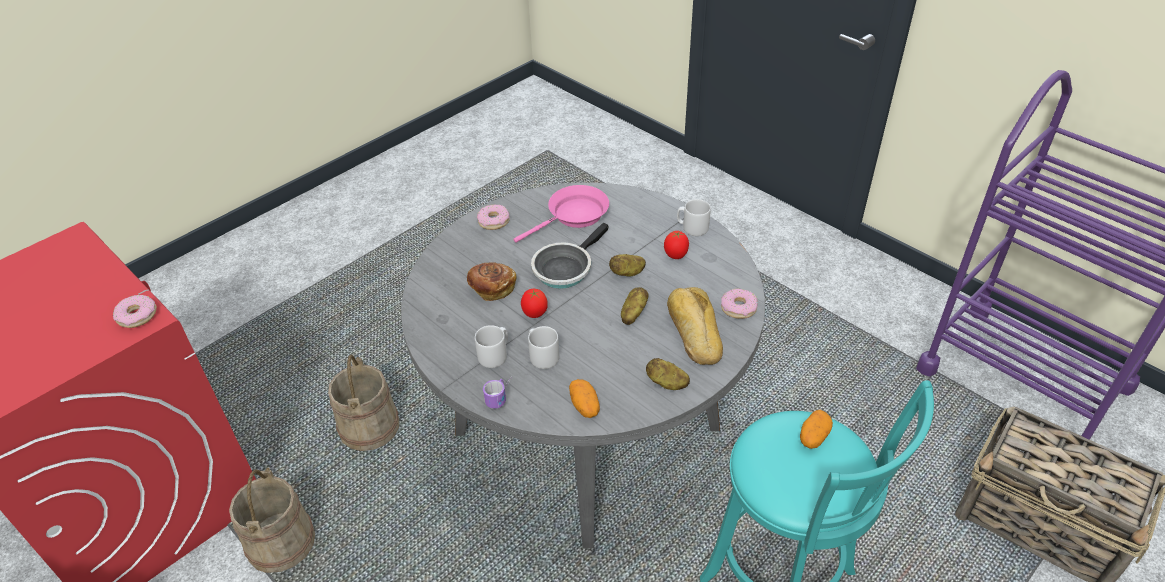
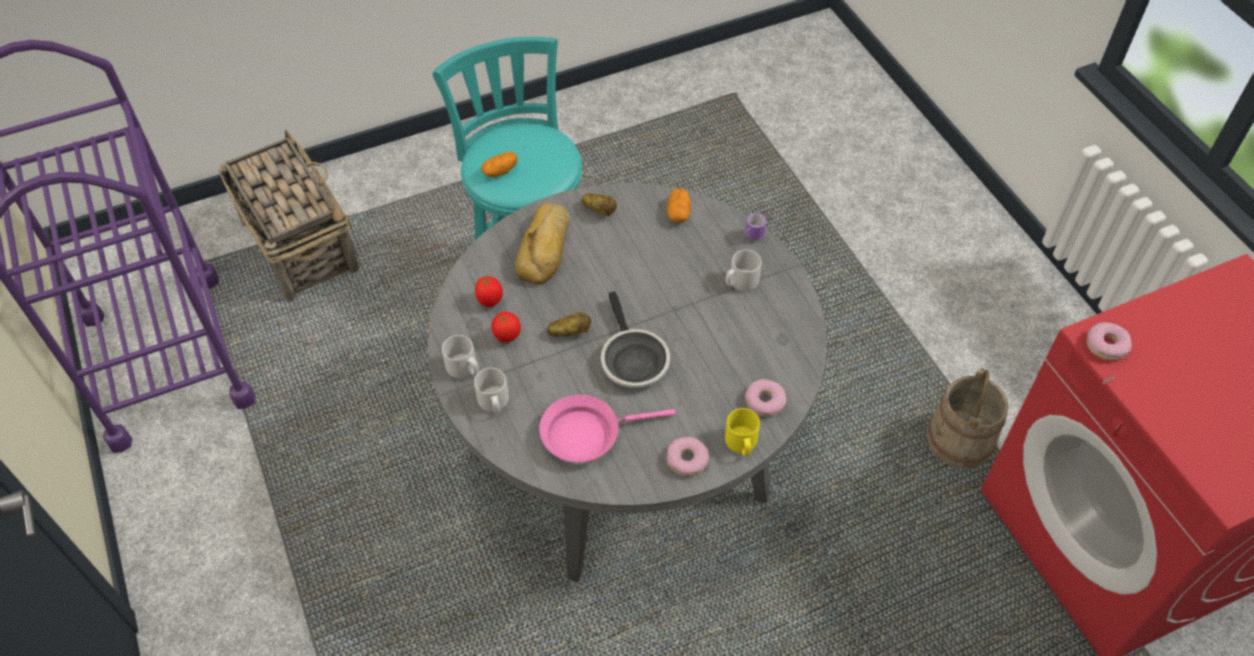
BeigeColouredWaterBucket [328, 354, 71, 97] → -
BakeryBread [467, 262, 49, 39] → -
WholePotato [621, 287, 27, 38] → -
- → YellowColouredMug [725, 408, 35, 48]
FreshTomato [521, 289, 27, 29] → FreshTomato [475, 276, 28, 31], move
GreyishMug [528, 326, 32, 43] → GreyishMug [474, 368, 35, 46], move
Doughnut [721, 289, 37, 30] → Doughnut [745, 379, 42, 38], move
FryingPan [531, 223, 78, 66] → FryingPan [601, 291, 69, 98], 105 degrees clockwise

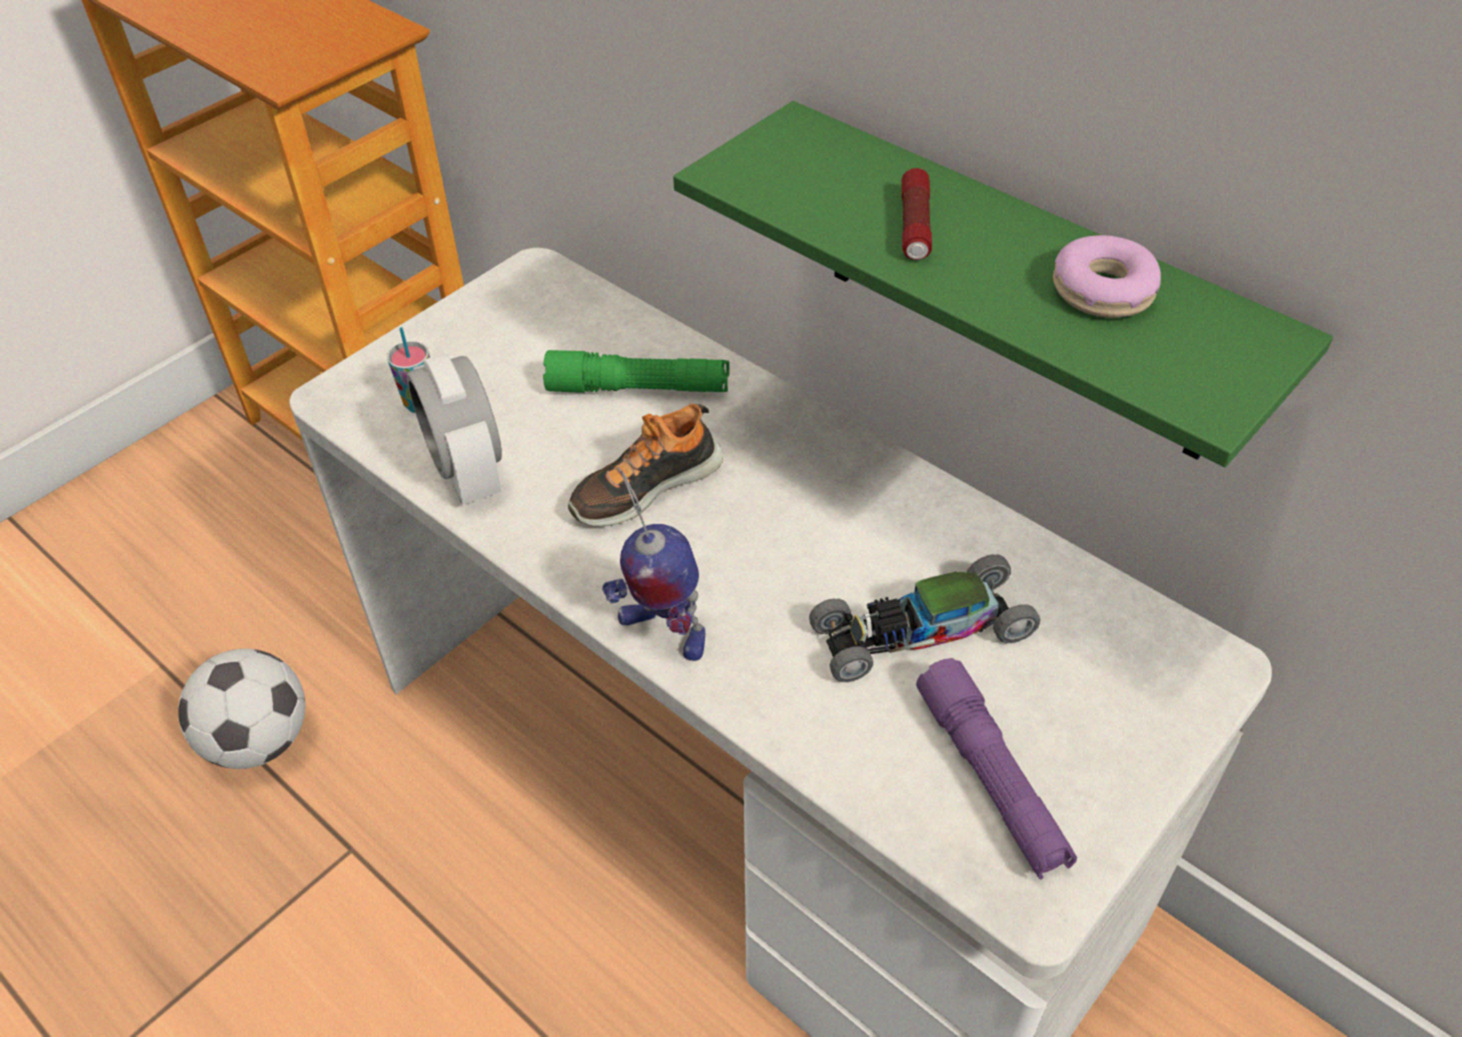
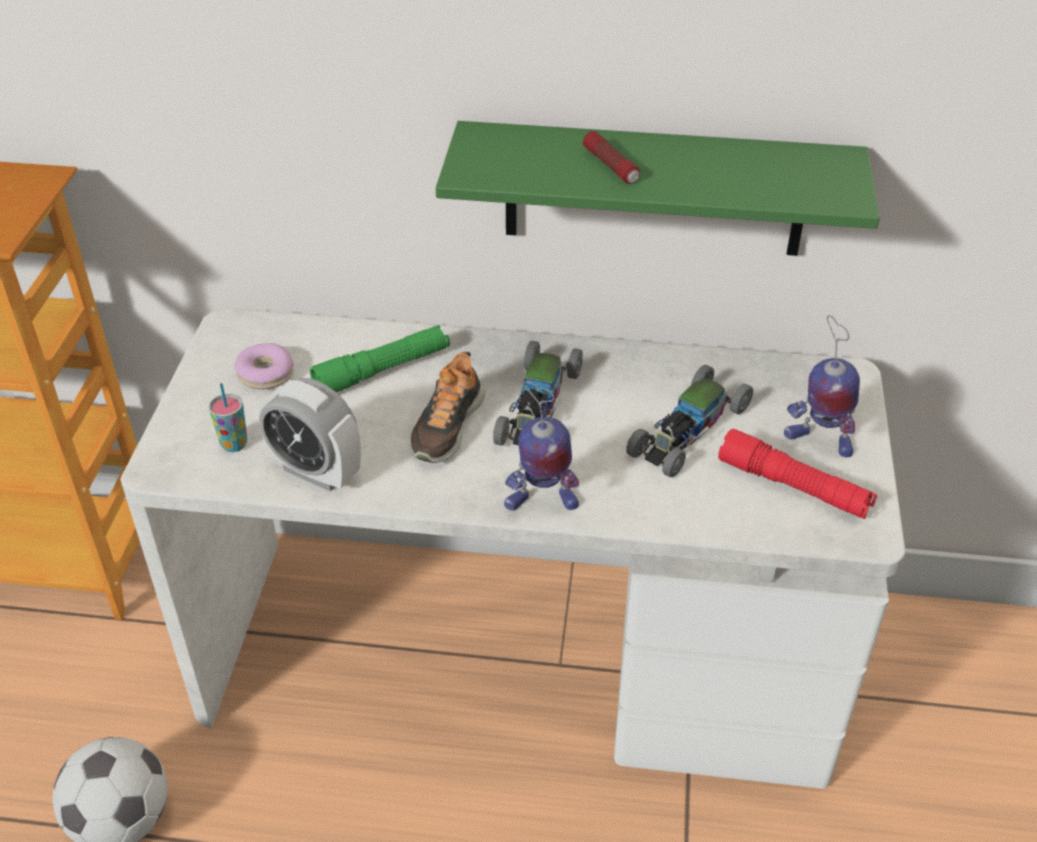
- → MiniatureCar [493, 341, 90, 104]
- → RobotFigure [784, 315, 76, 142]
Doughnut [1053, 235, 108, 83] → Doughnut [234, 343, 60, 47], move
PurpleHandTorch [916, 658, 161, 222] → ReddishHandTorch [718, 429, 159, 90]

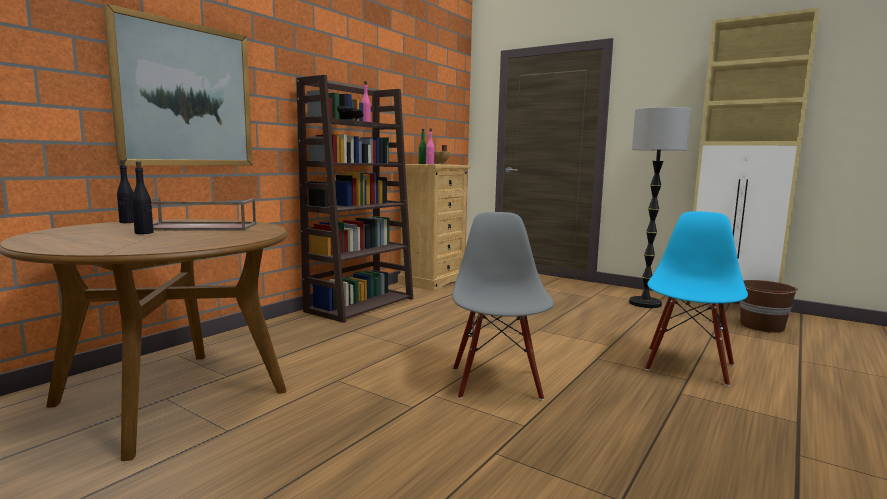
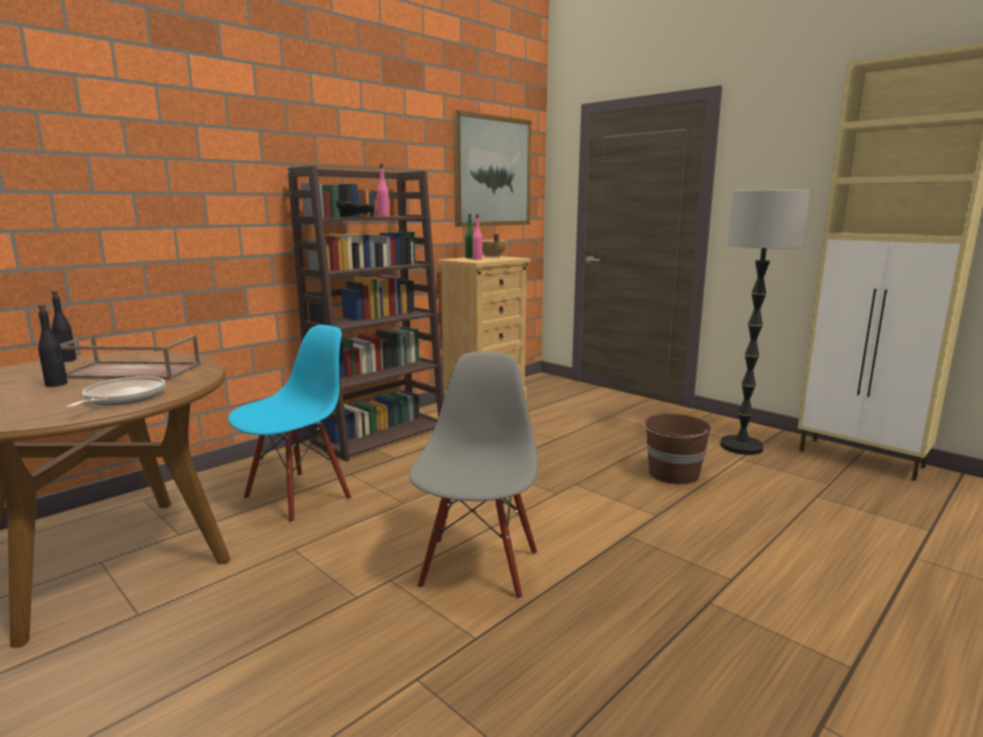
- → FryingPan [66, 376, 99, 32]
WallPicture [103, 4, 149, 161] → WallPicture [453, 110, 79, 117], move
BlueColouredChair [645, 211, 103, 175] → BlueColouredChair [228, 325, 123, 198], move
BrownWaterBucket [739, 280, 59, 52] → BrownWaterBucket [642, 414, 70, 71], move

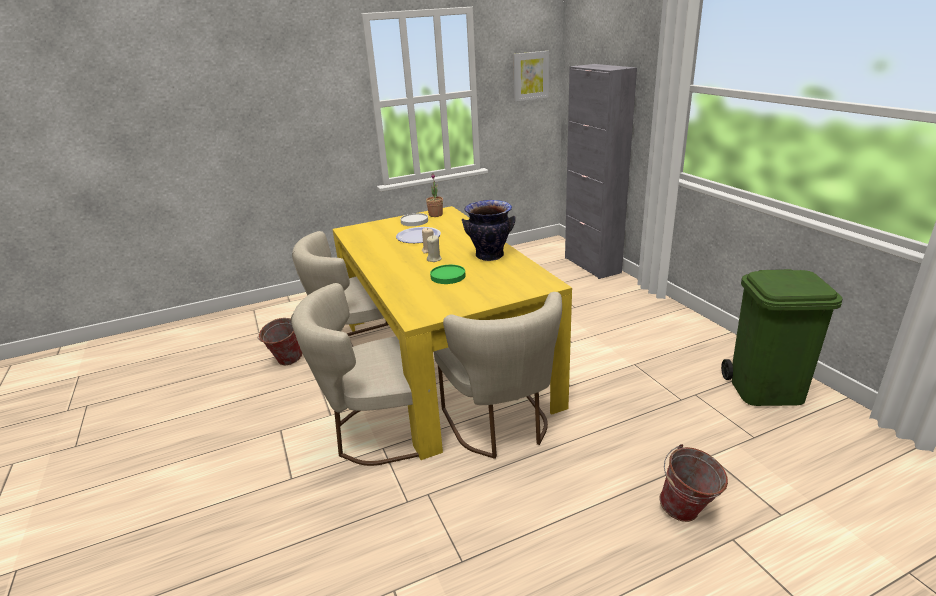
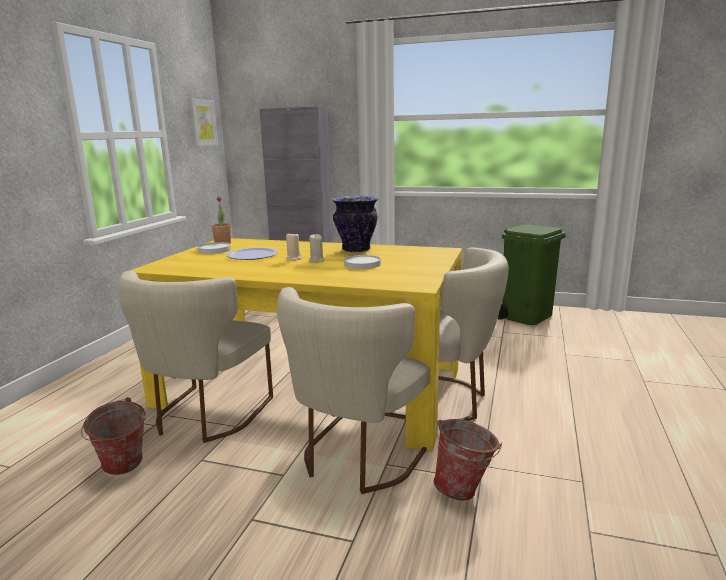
WaterBucket [659, 444, 69, 78] → WaterBucket [434, 419, 68, 81], move
GreenFlatDish [430, 265, 36, 19] → WhiteColouredFlatDish [344, 255, 37, 14]

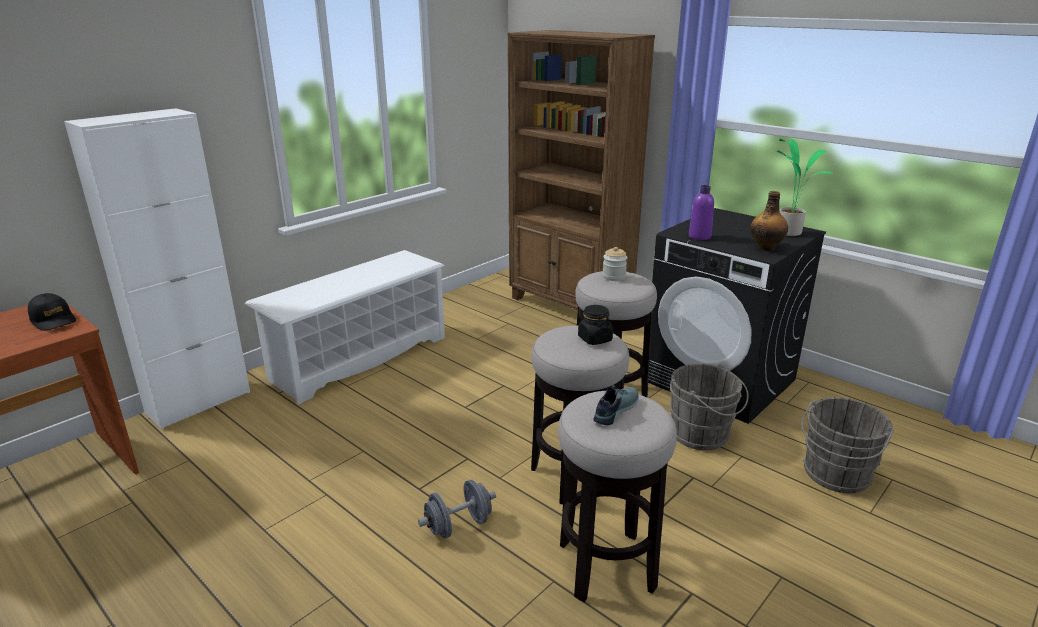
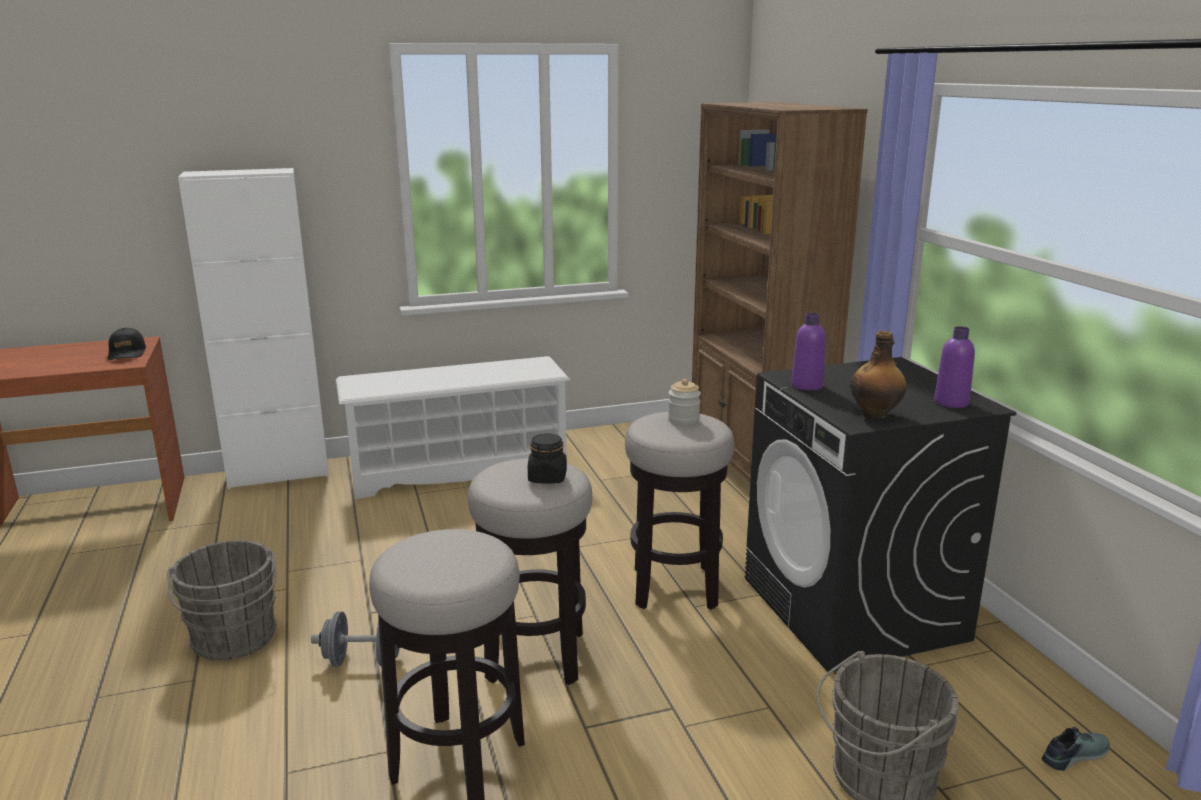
ItemOfFootwear [593, 385, 46, 40] → ItemOfFootwear [1042, 726, 68, 45], move
GreyishWaterBucket [670, 364, 79, 86] → GreyishWaterBucket [167, 540, 110, 121], move
PottedPlant [777, 139, 56, 97] → PurpleDrinkBottle [934, 326, 41, 82]

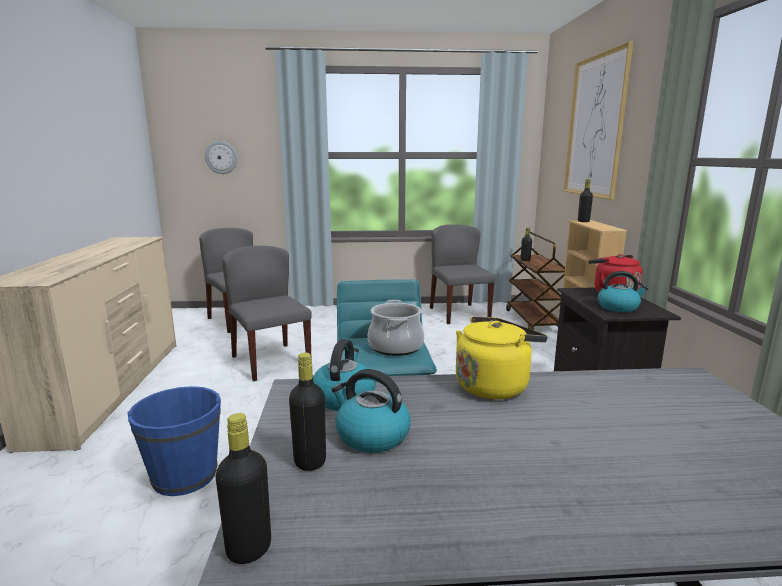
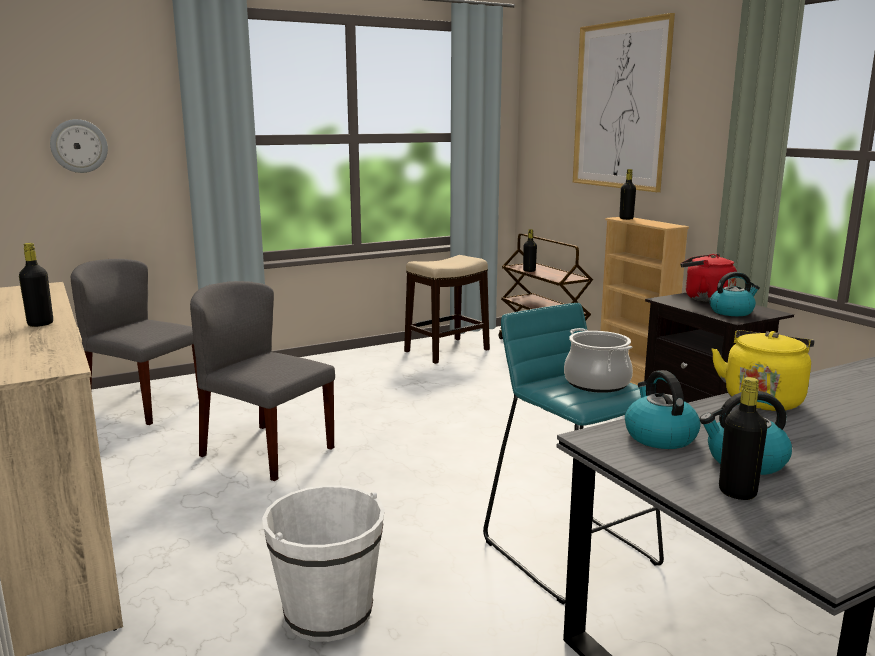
BlackColouredDrinkBottle [215, 413, 56, 151] → BlackColouredDrinkBottle [19, 243, 34, 84], move
GreyishChair [430, 224, 66, 100] → StoolSeat [404, 255, 86, 109]
BlueColouredWaterBucket [127, 386, 94, 110] → WhiteColouredWaterBucket [262, 485, 123, 157]

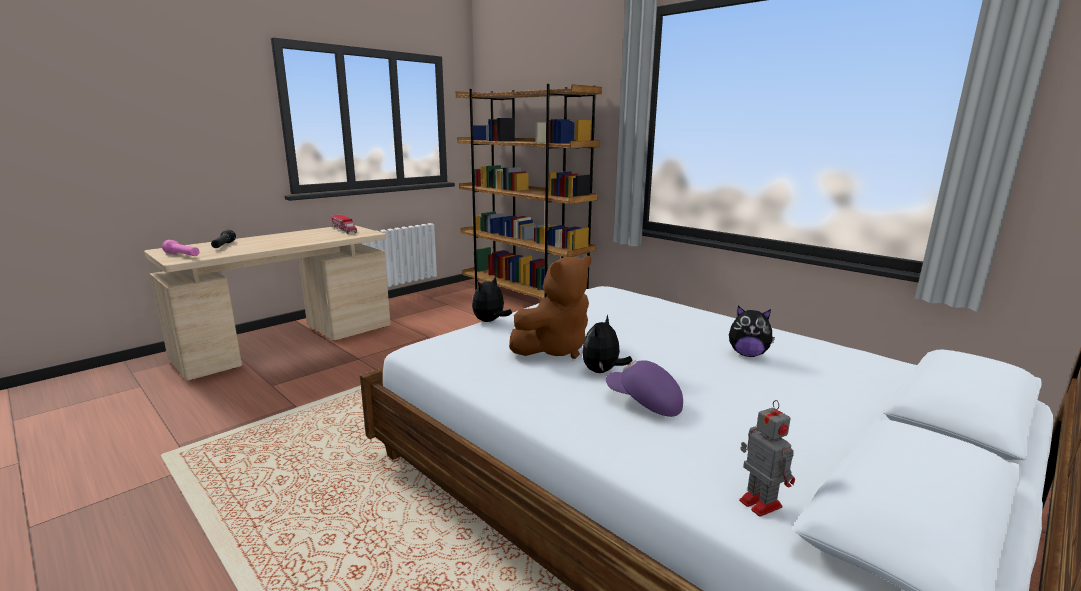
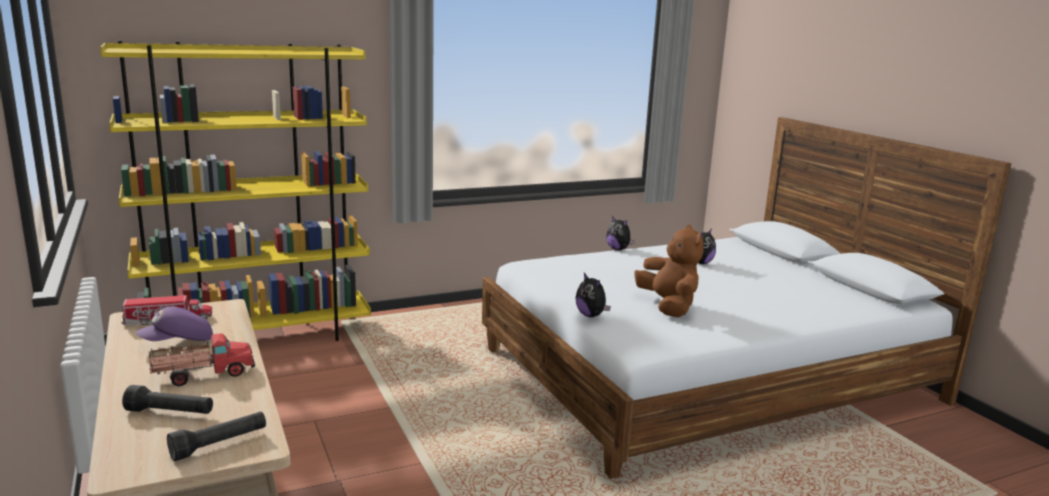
RobotFigure [739, 400, 56, 117] → -
- → ToyTruck [148, 333, 107, 53]
SoftToy [582, 315, 51, 58] → SoftToy [606, 216, 29, 34], move
PurplePeakedCap [606, 360, 77, 57] → PurplePeakedCap [136, 307, 77, 34], move
PinkishHandTorch [162, 240, 38, 16] → BlackColouredHandTorch [167, 412, 99, 49]
BrownBookcase [456, 84, 146, 216] → YellowColouredBookcase [100, 41, 271, 300]

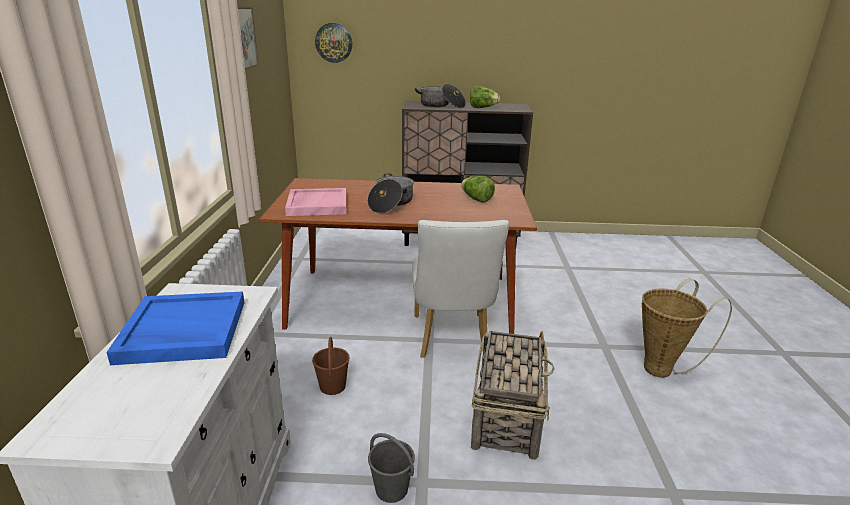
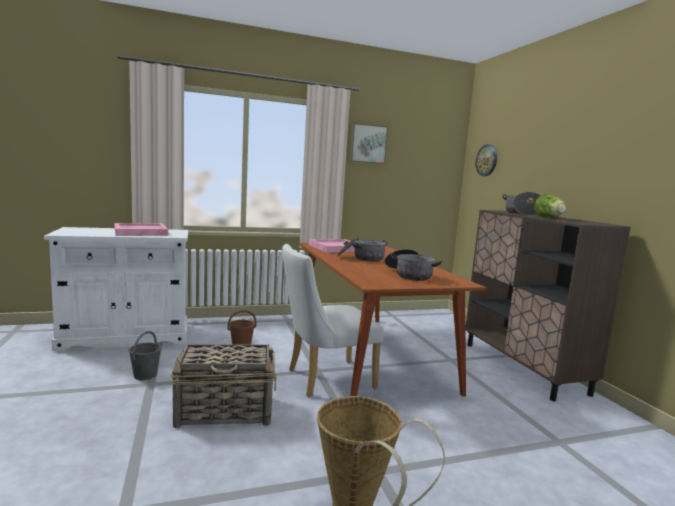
LettuceHead [461, 176, 34, 27] → Stockpot [385, 249, 58, 32]
BlueColouredTray [106, 292, 138, 73] → PinkishTray [114, 223, 54, 13]

